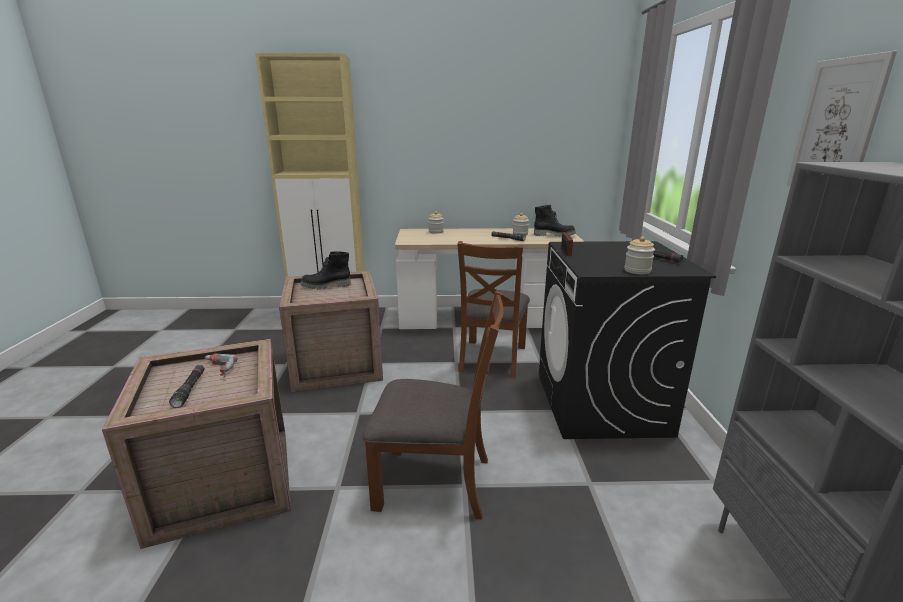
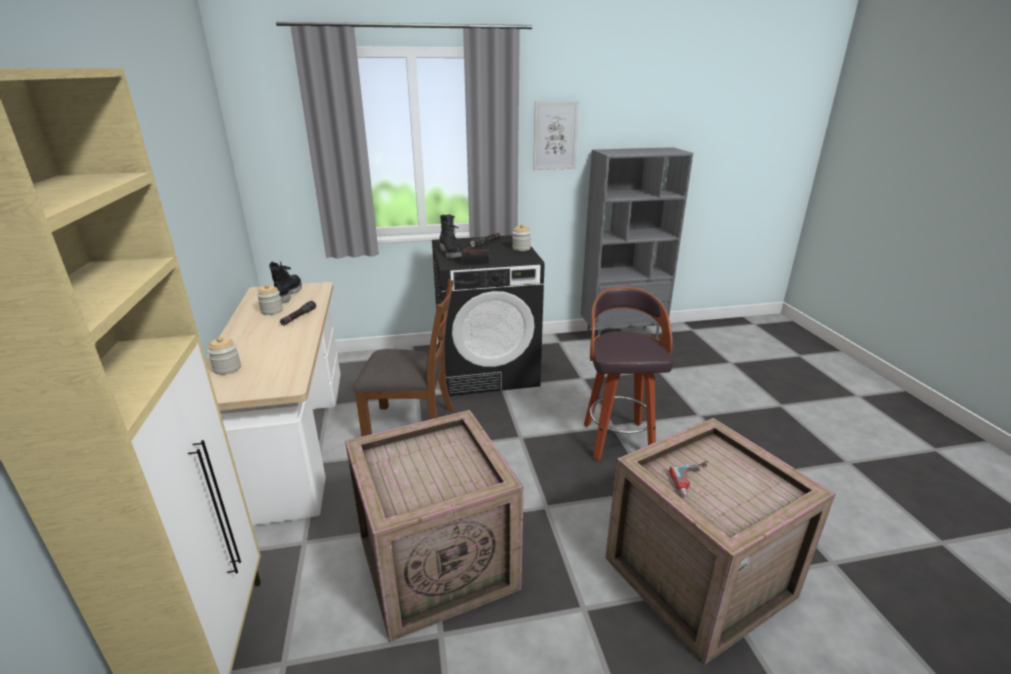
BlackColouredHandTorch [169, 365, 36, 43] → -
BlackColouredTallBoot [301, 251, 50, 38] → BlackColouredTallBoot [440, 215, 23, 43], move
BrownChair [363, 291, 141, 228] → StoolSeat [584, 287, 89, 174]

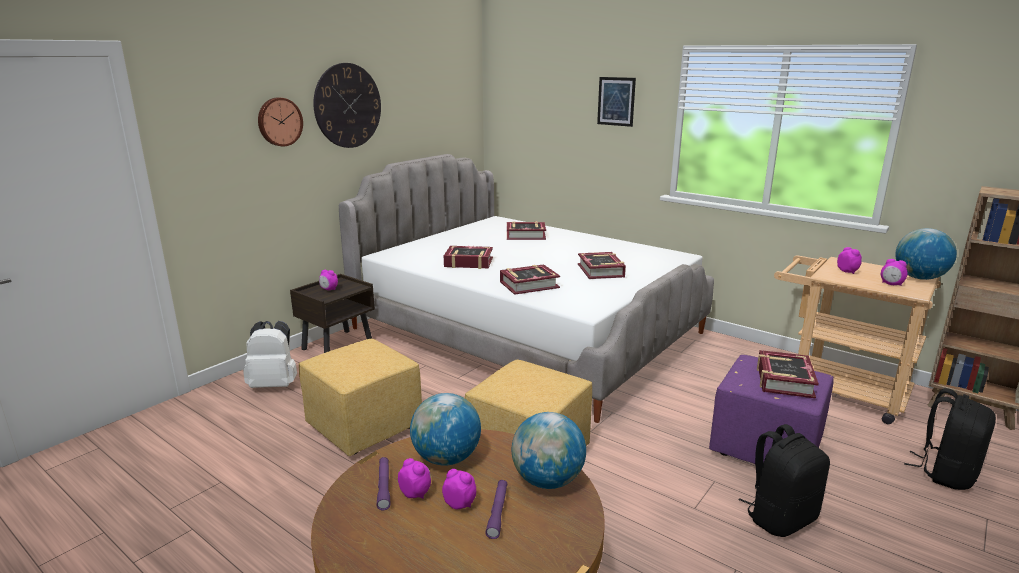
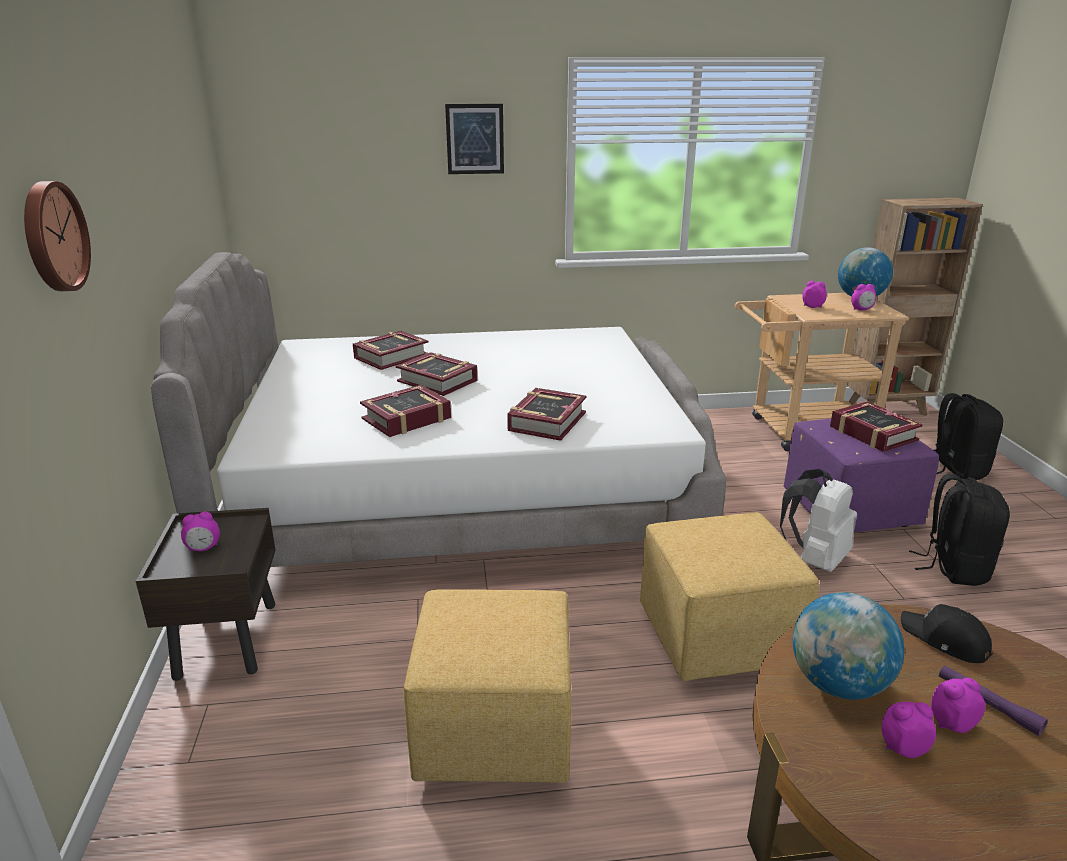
WallClock [313, 63, 68, 85] → -
PurpleHandTorch [376, 457, 14, 53] → -
WhiteColouredRucksack [243, 321, 54, 67] → WhiteColouredRucksack [780, 469, 77, 103], move
Volume [578, 252, 48, 27] → Volume [396, 352, 81, 44], move
DeskGlobe [512, 412, 74, 77] → BlackColouredPeakedCap [901, 604, 92, 59]

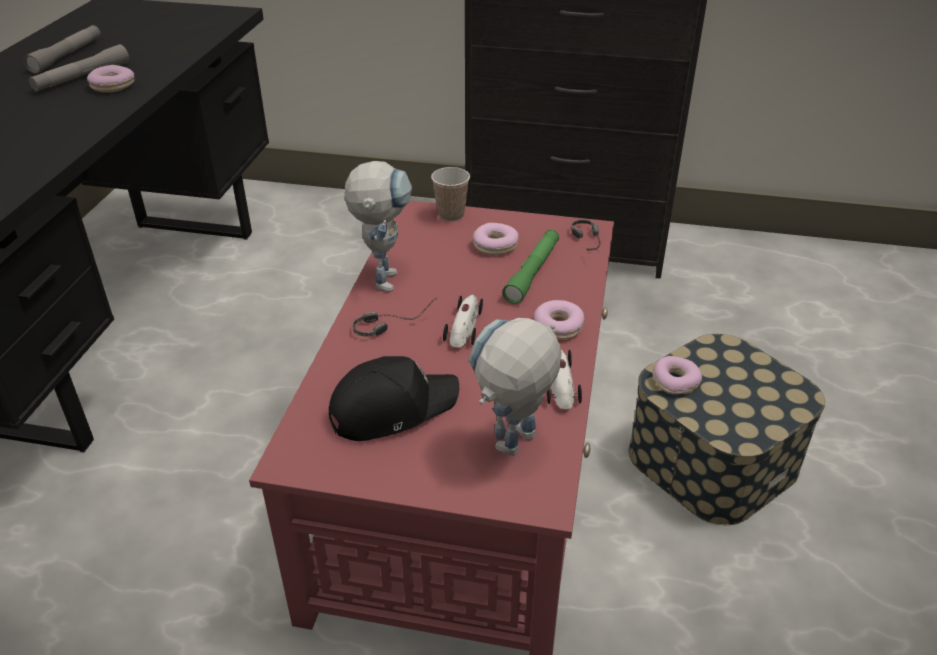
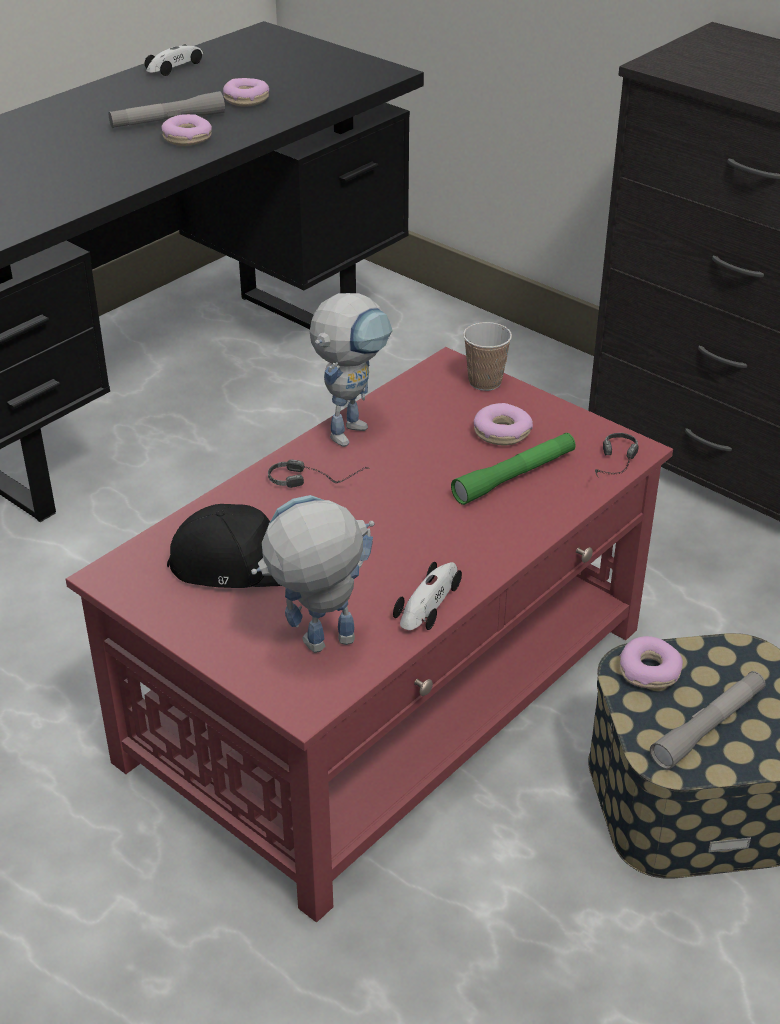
GreyishHandTorch [23, 25, 78, 49] → GreyishHandTorch [650, 671, 116, 99], move
MiniatureCar [443, 294, 40, 54] → MiniatureCar [145, 45, 58, 31], move
Doughnut [534, 300, 50, 40] → Doughnut [223, 78, 46, 29], move

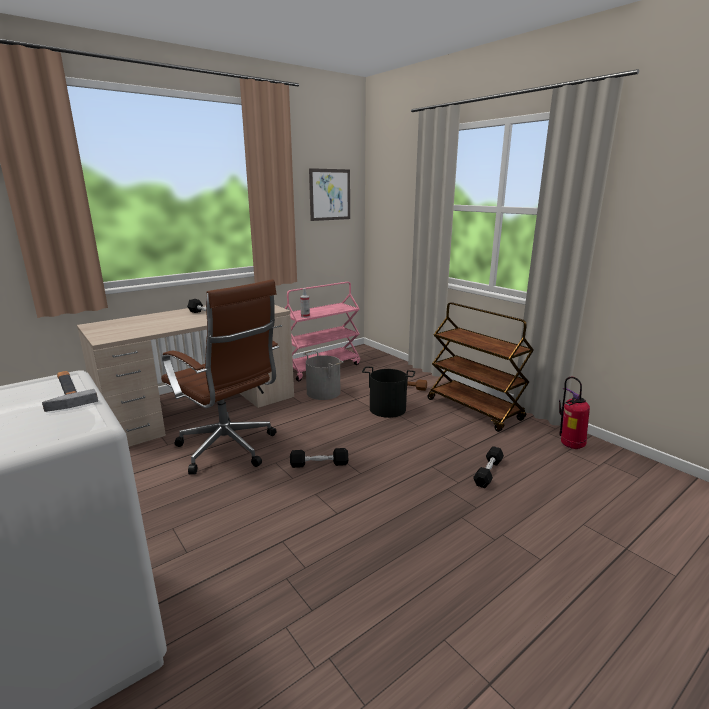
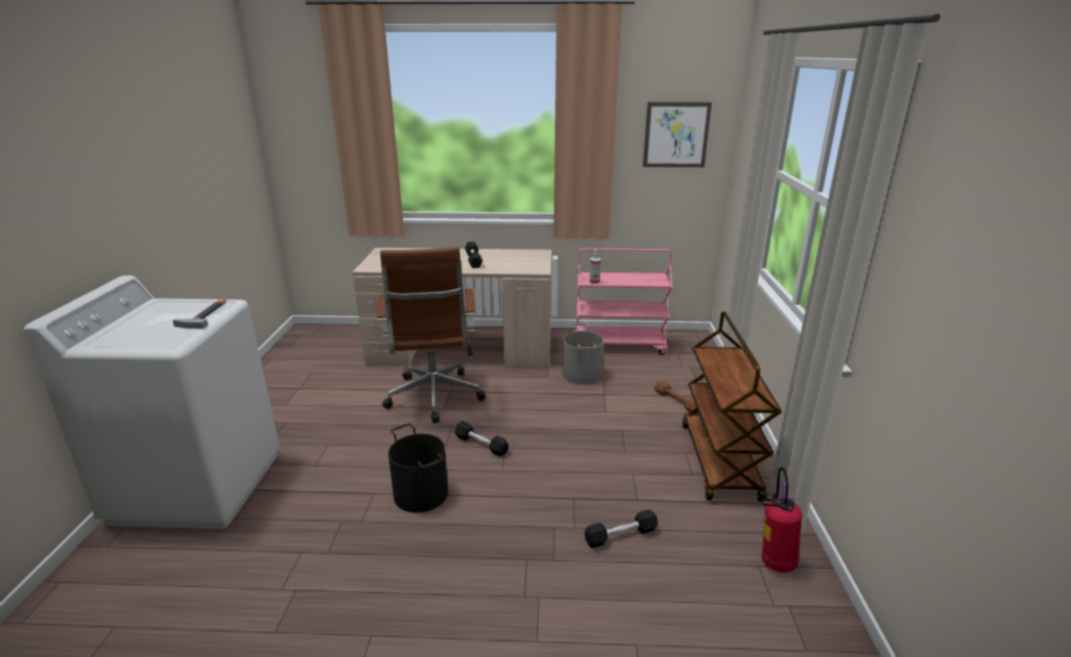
BlackColouredWaterBucket [362, 366, 53, 52] → BlackColouredWaterBucket [388, 423, 60, 90], move

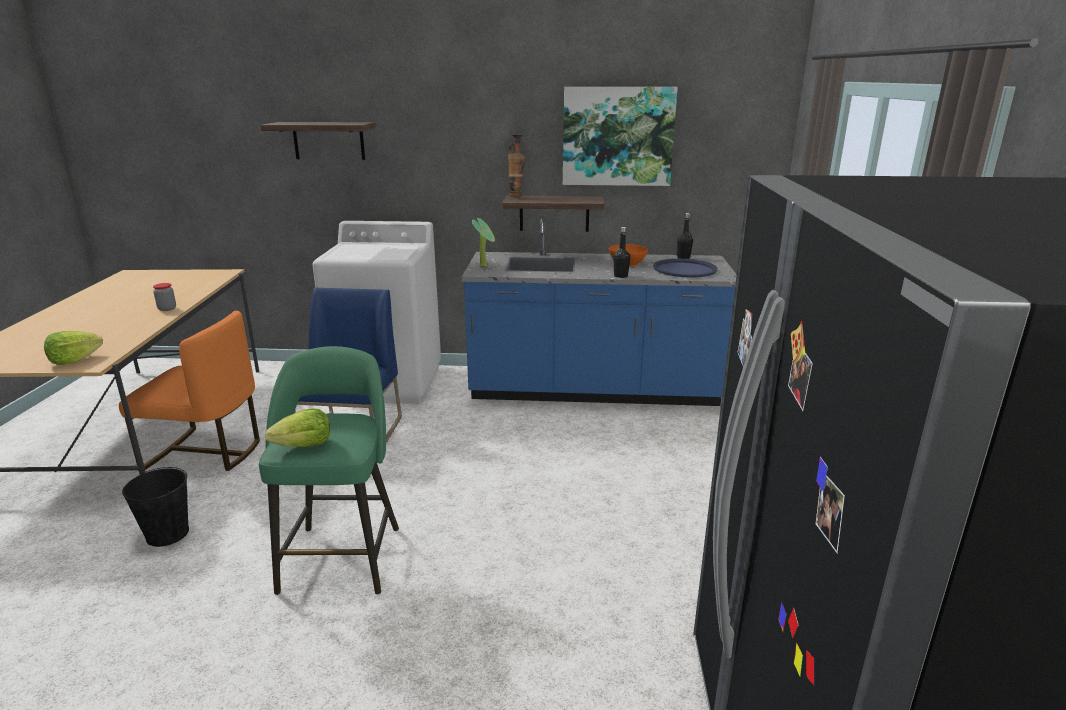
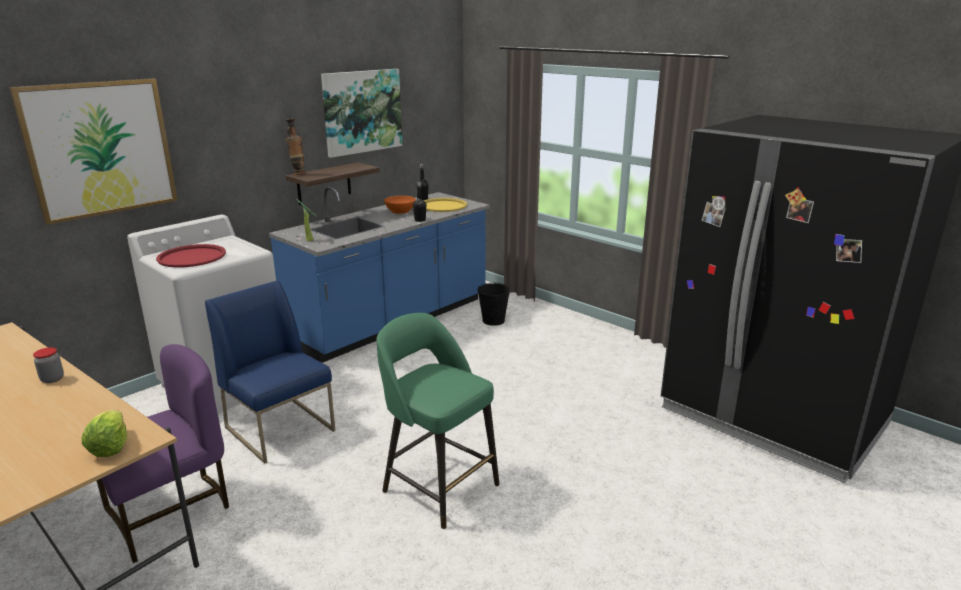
LettuceHead [265, 408, 65, 39] → -
- → ReddishTray [156, 244, 70, 24]
BlackColouredWaterBucket [122, 467, 67, 80] → BlackColouredWaterBucket [477, 283, 33, 43], move
WallShelf [261, 122, 115, 38] → WallPicture [9, 78, 169, 147]
OrangeChair [119, 311, 141, 161] → PurpleChair [97, 344, 132, 219]
BlueColouredTray [653, 259, 65, 18] → YellowColouredTray [424, 198, 43, 14]

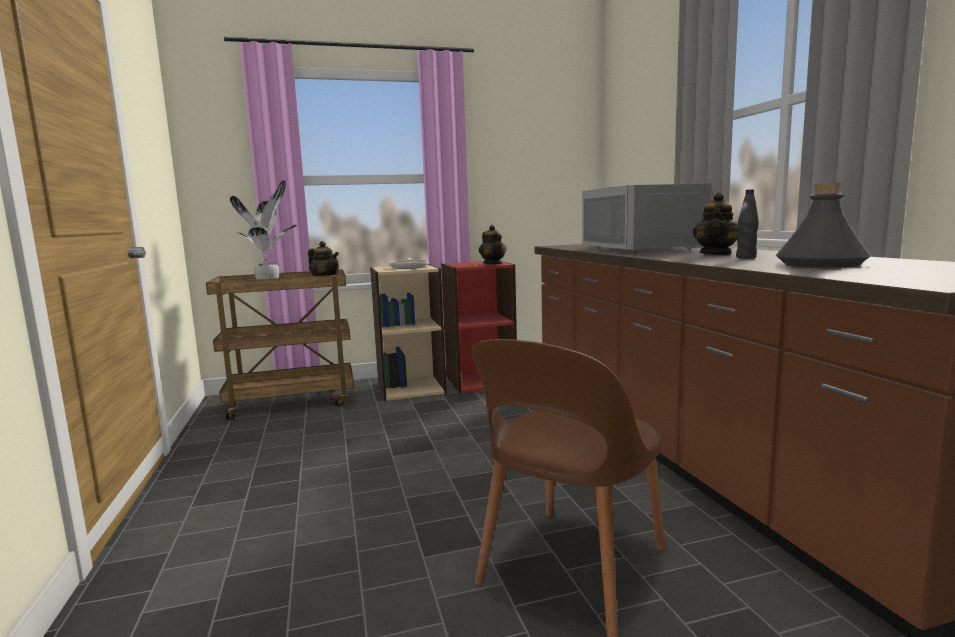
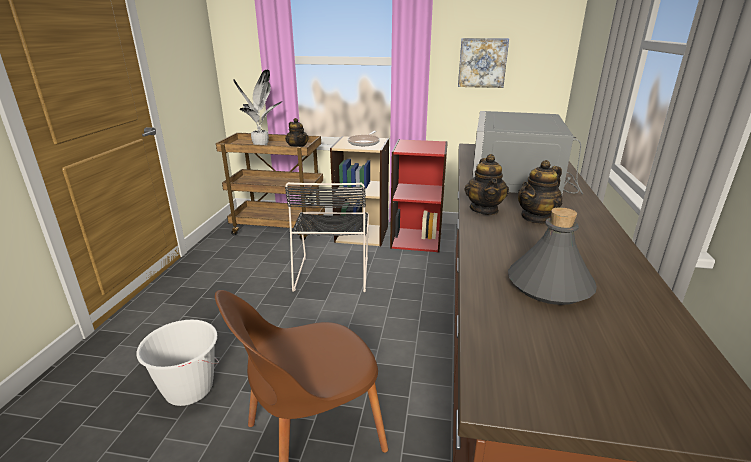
BlackColouredDrinkBottle [736, 189, 23, 70] → -
- → WhiteColouredWaterBucket [136, 320, 83, 86]
- → BlackColouredChair [285, 182, 84, 110]
- → WallPicture [458, 38, 51, 50]
PotForTea [479, 225, 27, 39] → PotForTea [464, 154, 45, 61], move

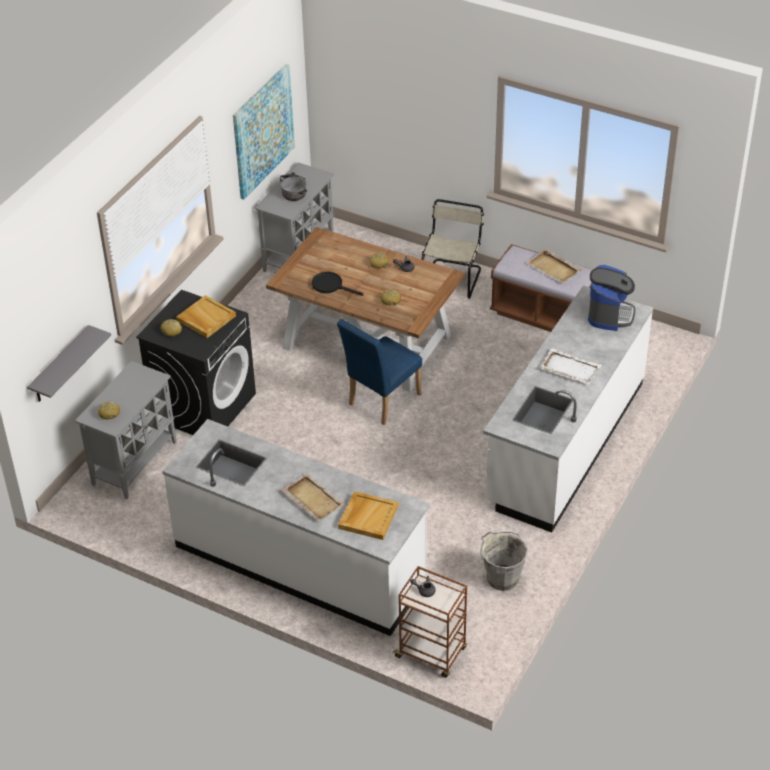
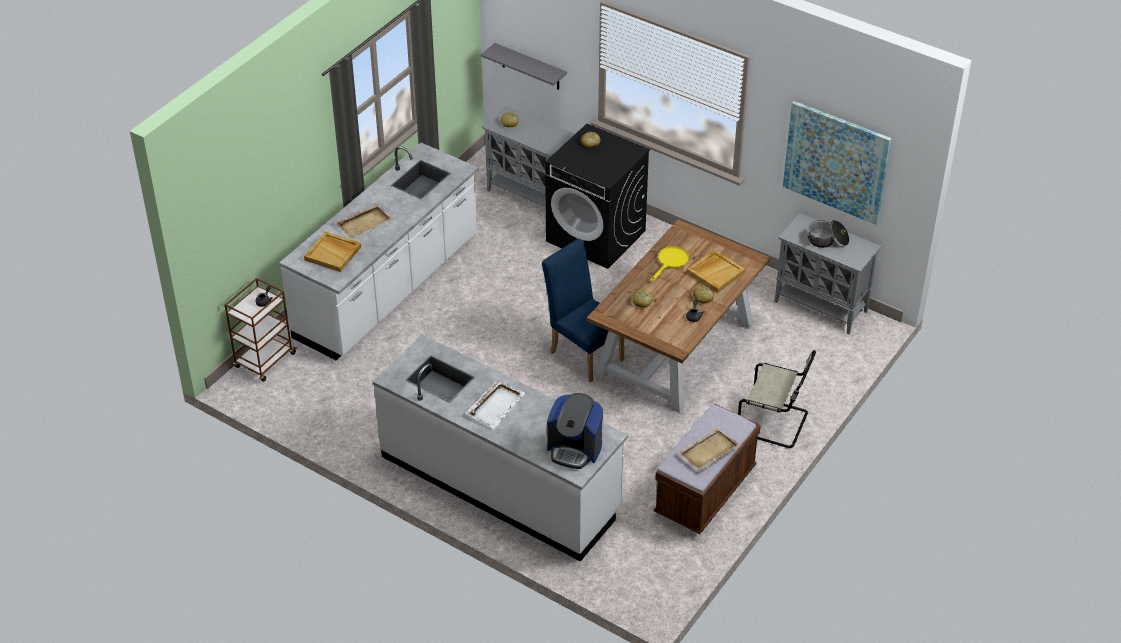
GreyishWaterBucket [480, 532, 48, 59] → -
BeigeColouredTray [176, 295, 60, 43] → BeigeColouredTray [687, 250, 58, 43], move
BlackColouredFryingPan [312, 272, 51, 24] → YellowColouredFryingPan [650, 246, 39, 36]

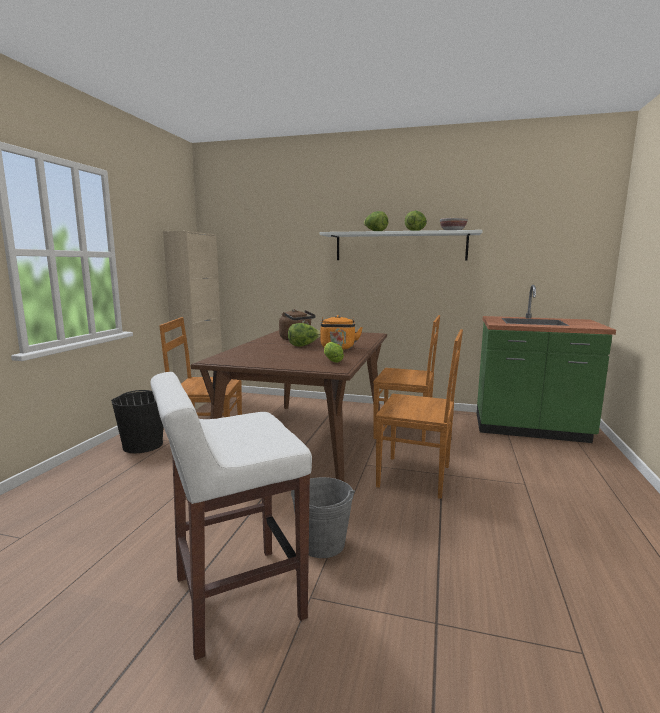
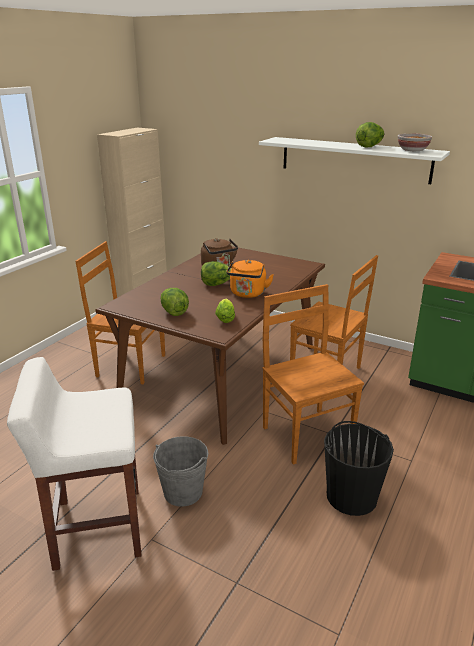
BlackColouredWaterBucket [111, 390, 52, 63] → BlackColouredWaterBucket [324, 421, 70, 95], move
LettuceHead [363, 211, 25, 20] → LettuceHead [161, 288, 28, 28], move
BrownChair [376, 329, 87, 170] → BrownChair [262, 284, 102, 181], 150 degrees counterclockwise

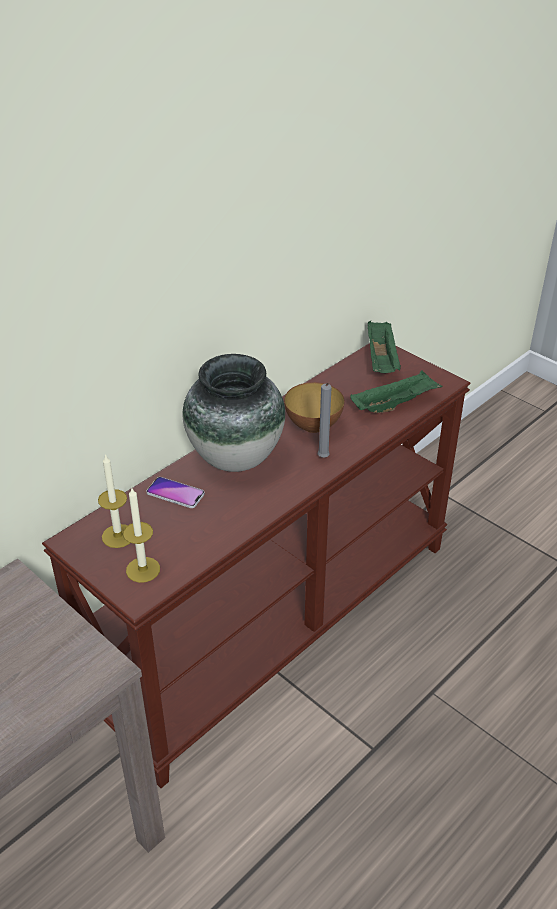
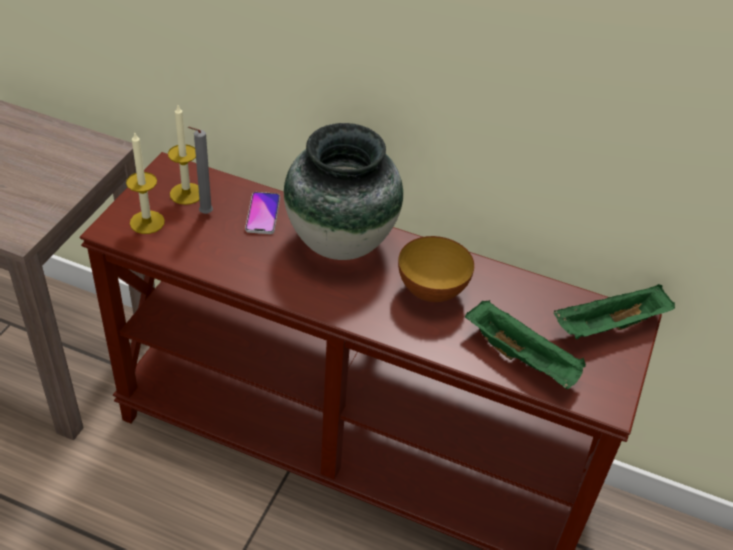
GreyishWaxLight [318, 383, 14, 75] → GreyishWaxLight [188, 127, 25, 87], move

